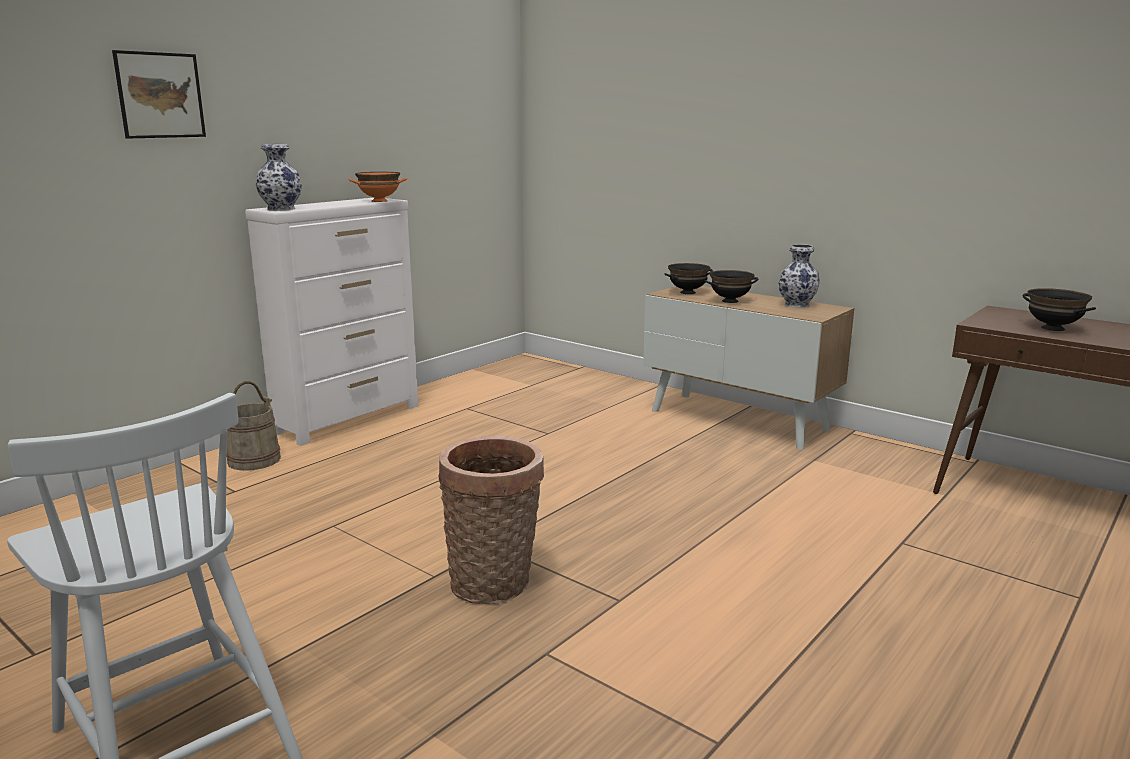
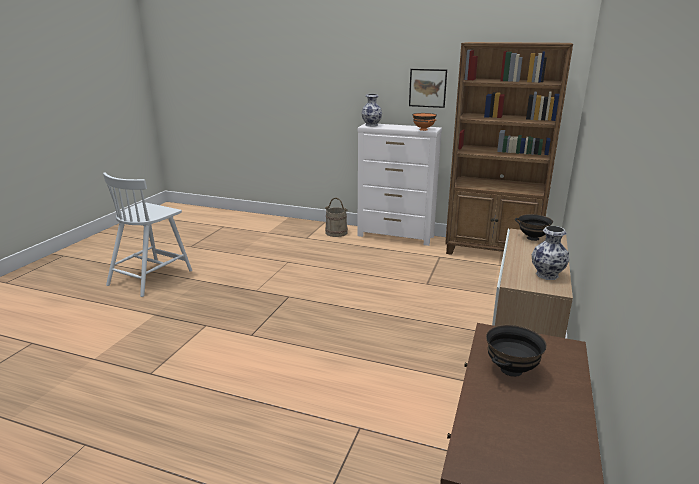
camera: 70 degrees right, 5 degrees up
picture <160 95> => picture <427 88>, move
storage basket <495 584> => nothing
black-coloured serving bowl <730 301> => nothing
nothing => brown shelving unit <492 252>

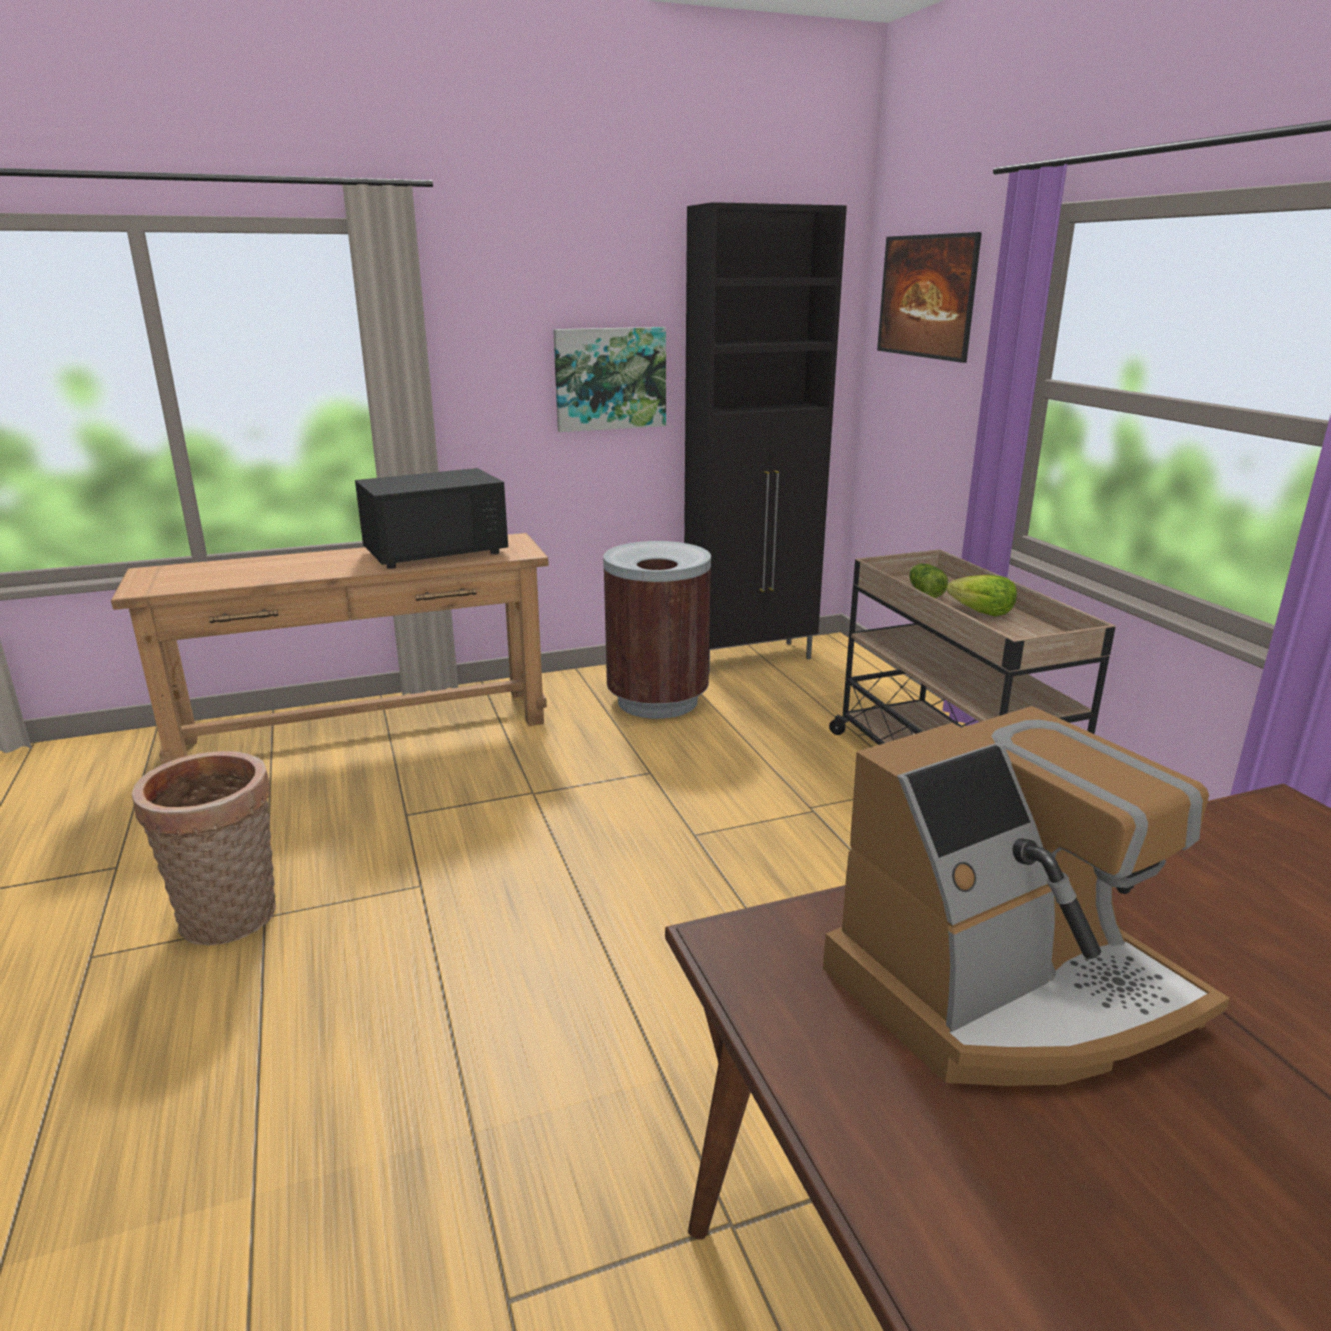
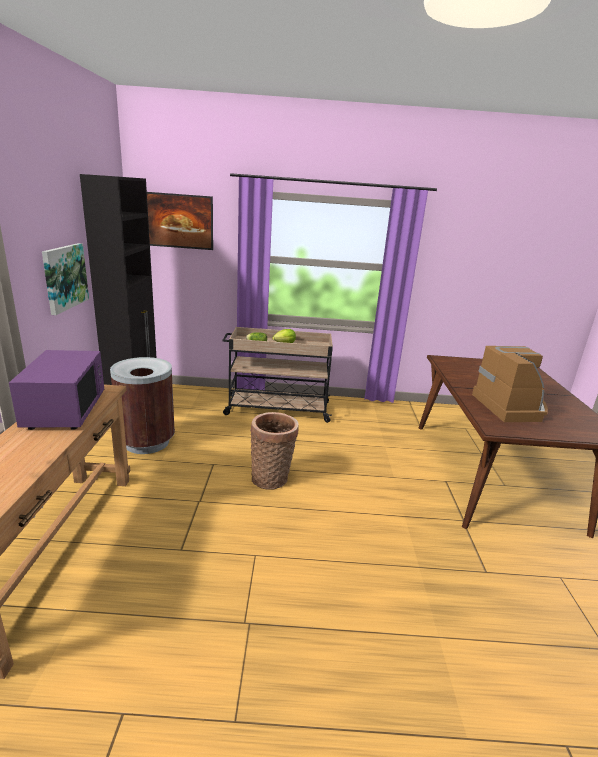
camera: 70 degrees left, 0 degrees up
storage basket <230 920> => storage basket <272 478>, move
black-coloured microwave oven <436 552> => purplish microwave oven <65 410>

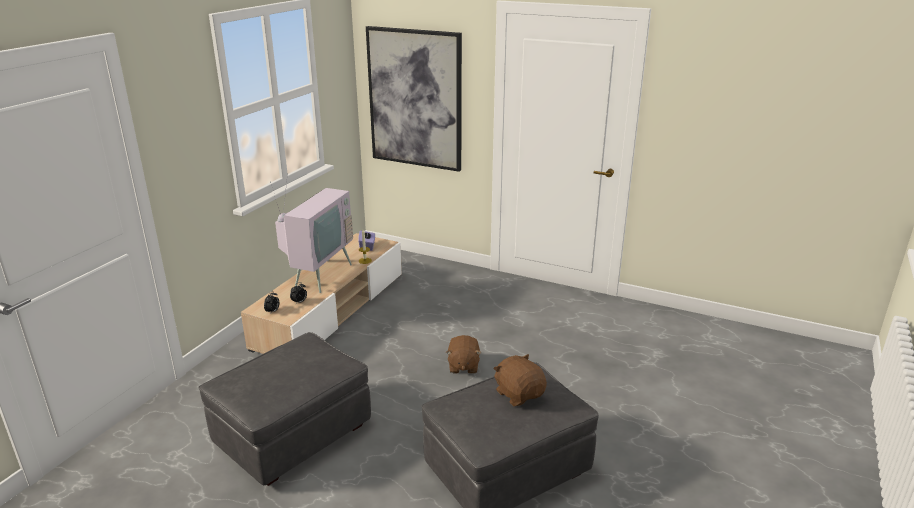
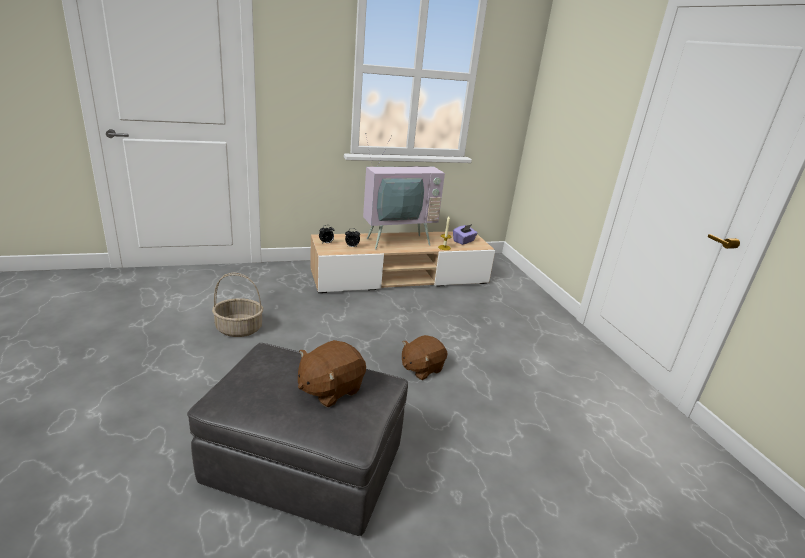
camera: 45 degrees right, 0 degrees up
greyish pouffe <292 435> => storage basket <239 329>
picture <415 99> => nothing
brown plush toy <519 394> => brown plush toy <330 389>, 150 degrees counterclockwise

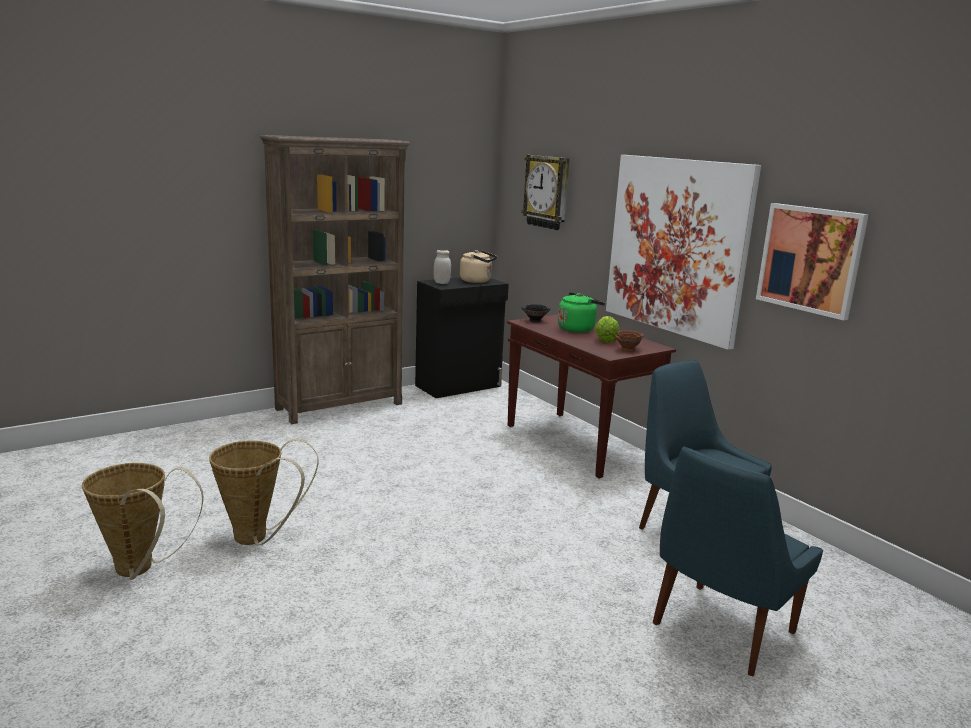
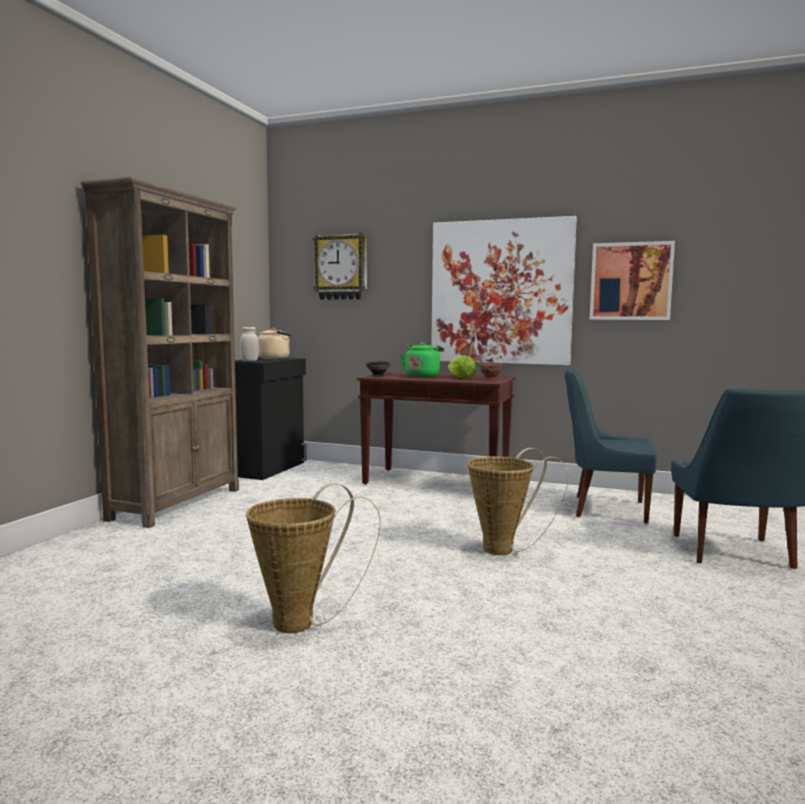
camera: 35 degrees left, 10 degrees down
storage basket <140 571> => storage basket <505 549>, move

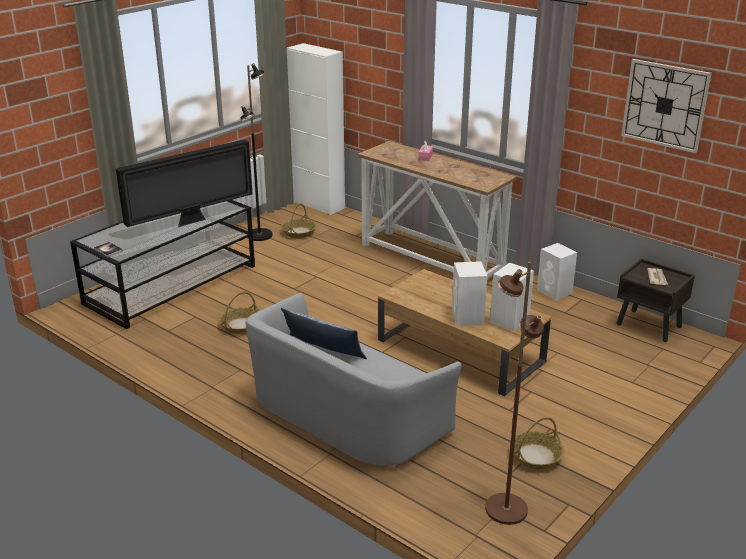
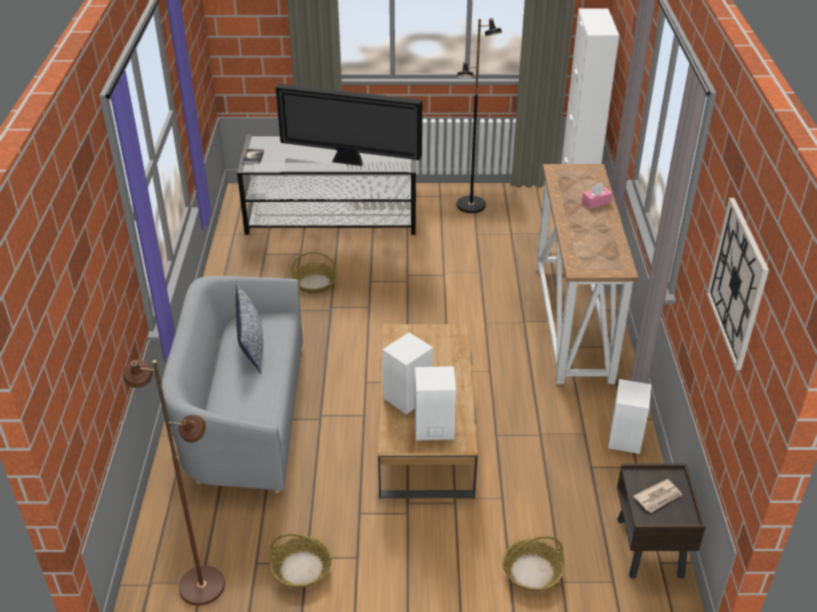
camera: 50 degrees right, 10 degrees up
storage basket <299 232> => storage basket <532 571>, move

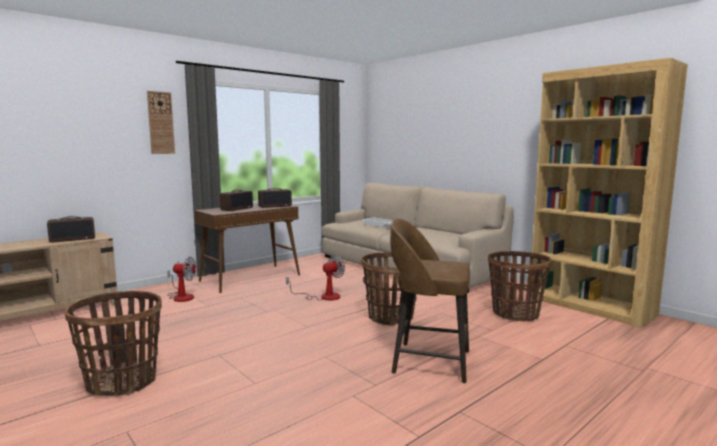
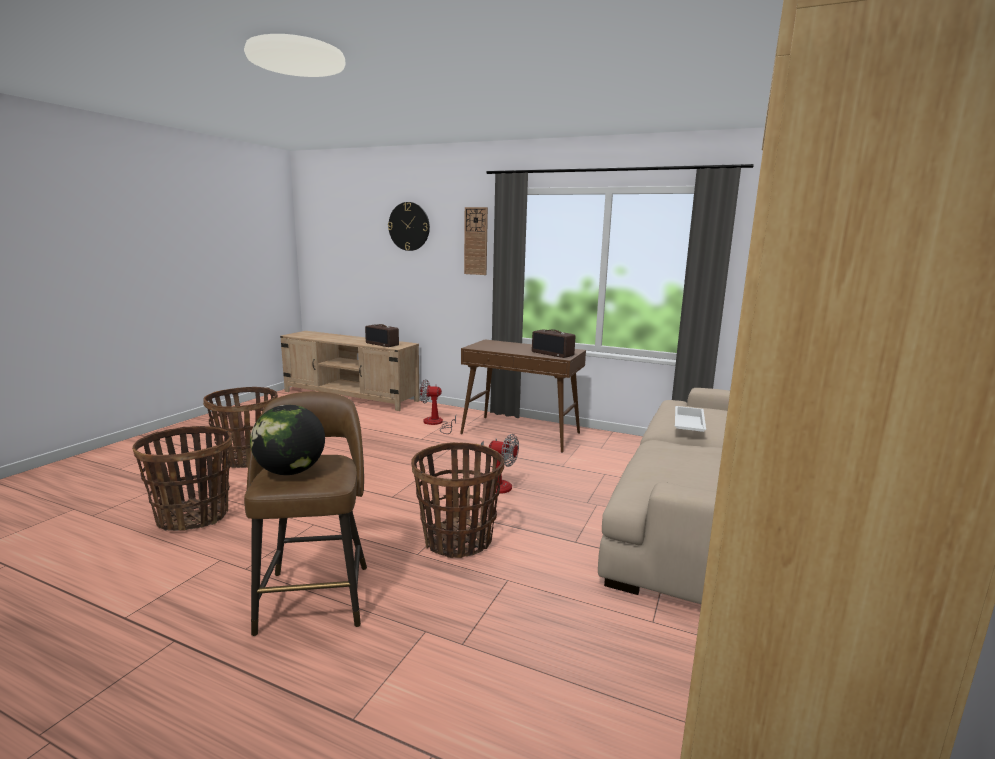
camera: 65 degrees right, 5 degrees up
electric fan <181 296> => electric fan <436 424>, 120 degrees clockwise
radio <237 209> => nothing
storage basket <515 314> => storage basket <193 517>, move
nothing => globe <290 472>
nothing => hanging clock <409 226>

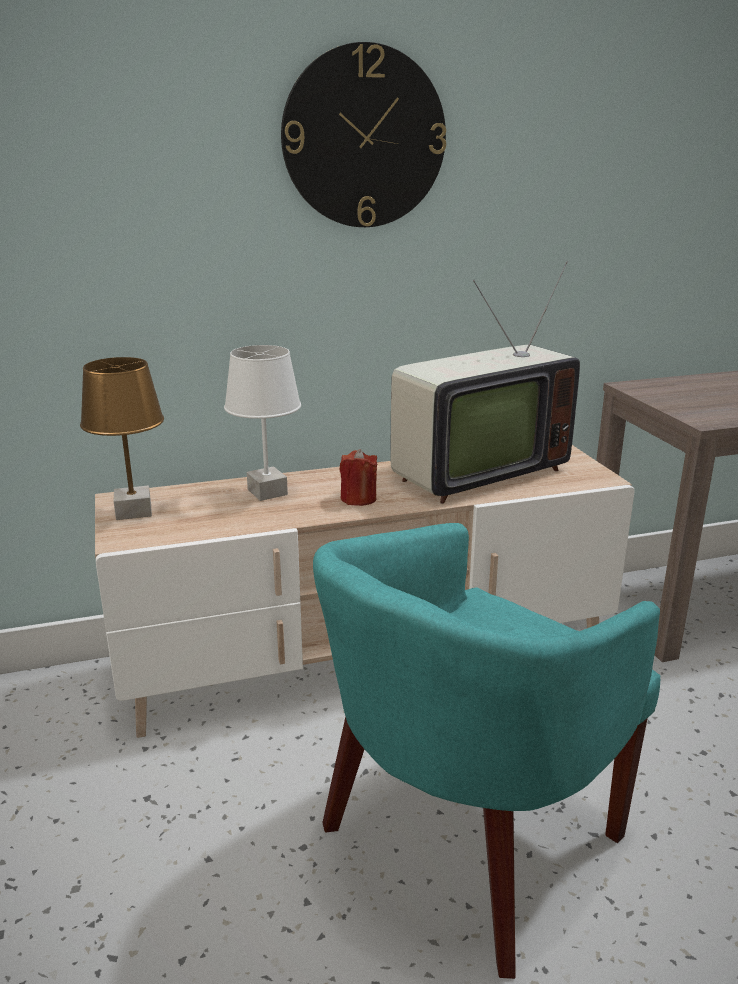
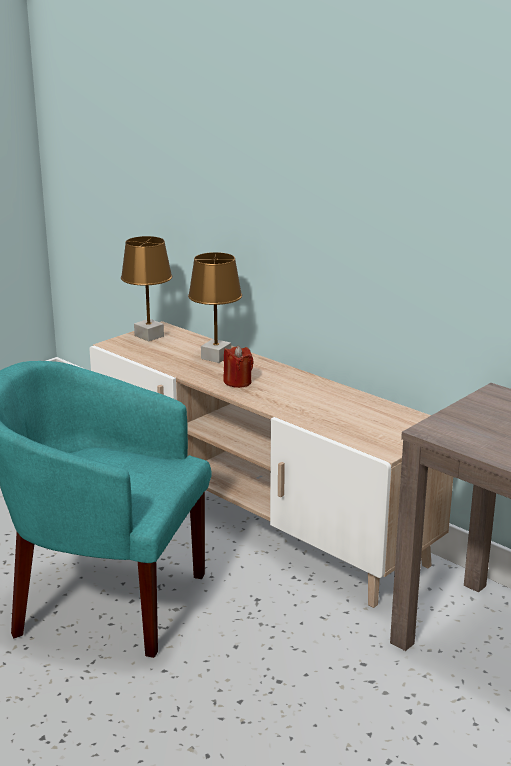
camera: 60 degrees right, 0 degrees up
white tabletop lamp <268 492> => brown tabletop lamp <216 357>
hanging clock <364 138> => nothing
TV <473 473> => nothing

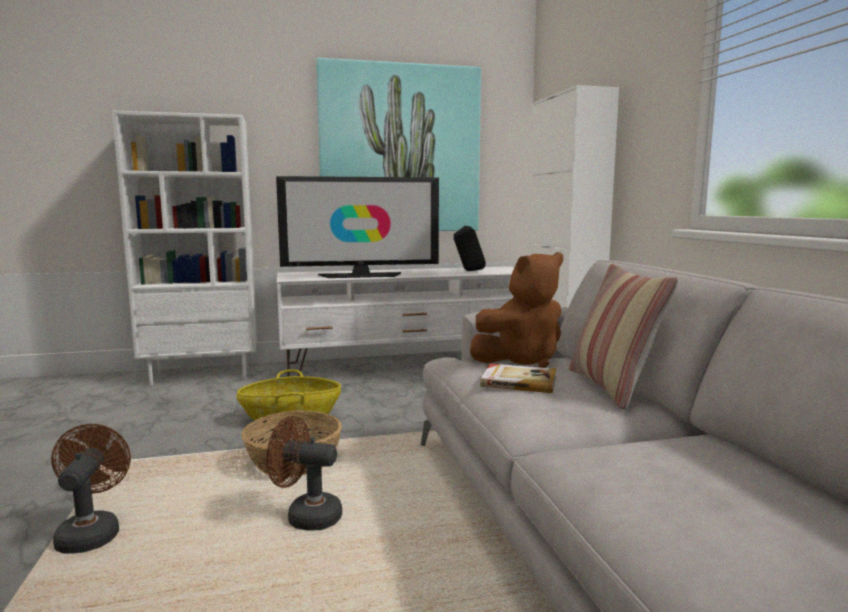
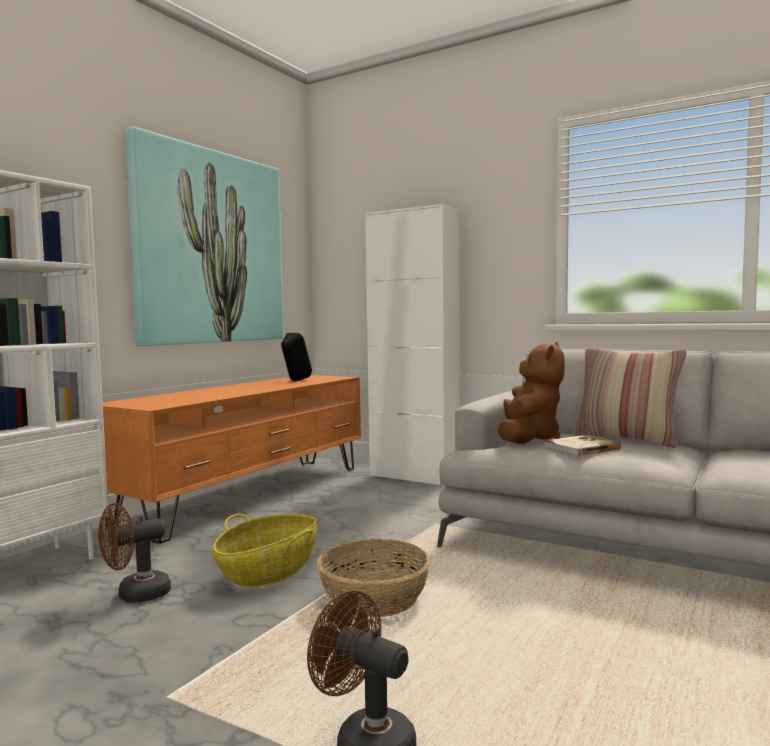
camera: 45 degrees left, 5 degrees down
brown electric fan <306 516> => brown electric fan <135 595>, move
TV <361 275> => nothing
white tv unit <407 364> => orange-coloured tv unit <250 494>

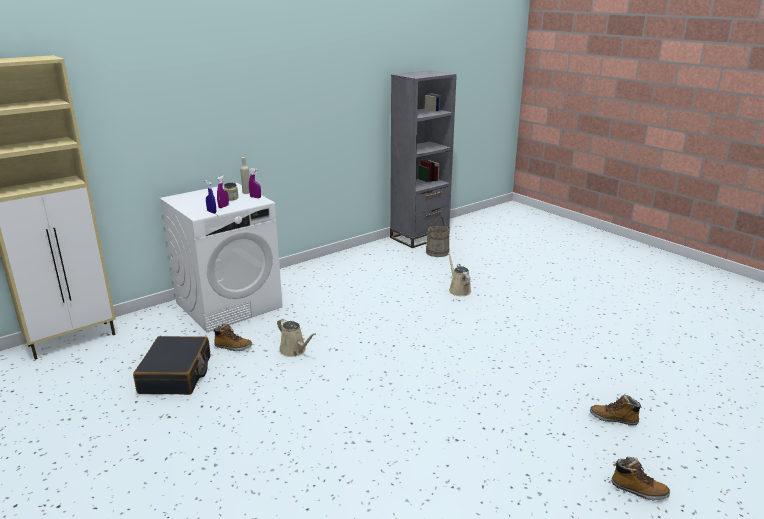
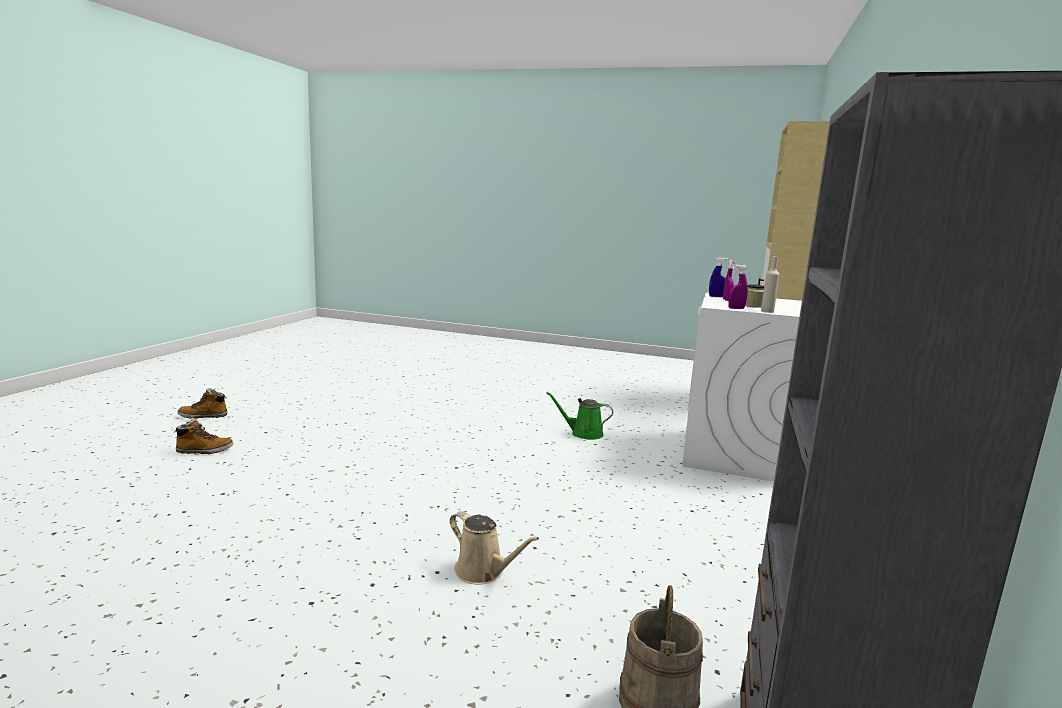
camera: 145 degrees right, 10 degrees down
black-coloured travel case <176 375> => nothing
boot <233 347> => nothing
beige watering pot <294 350> => greenish watering pot <583 434>

